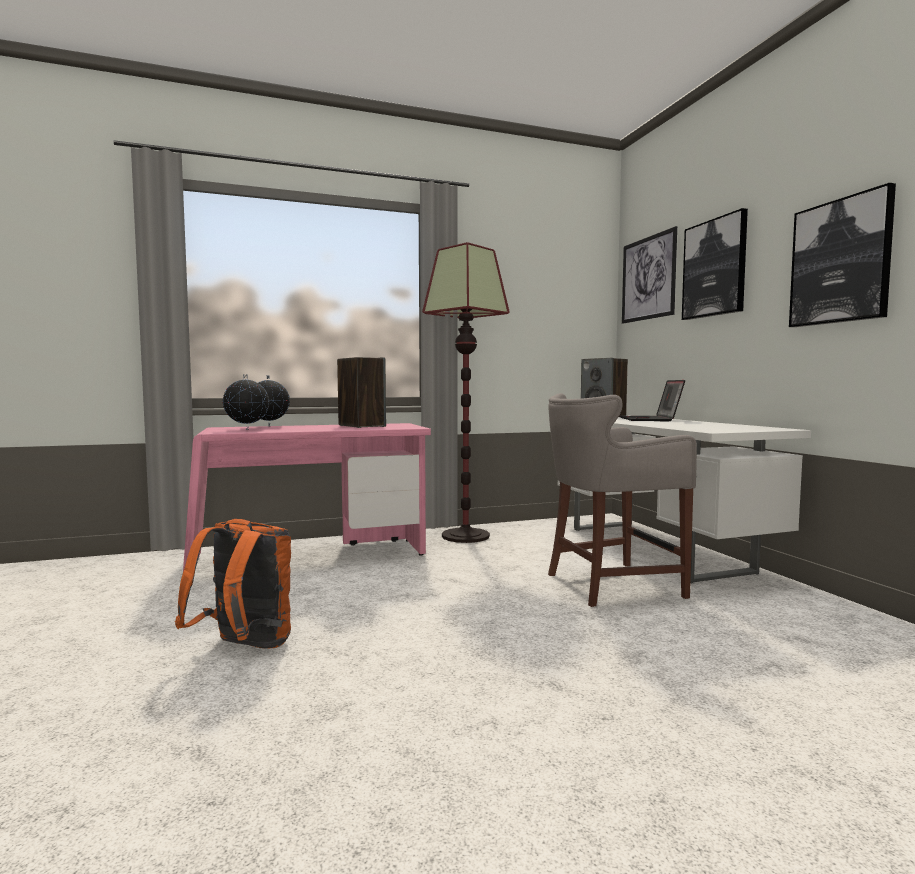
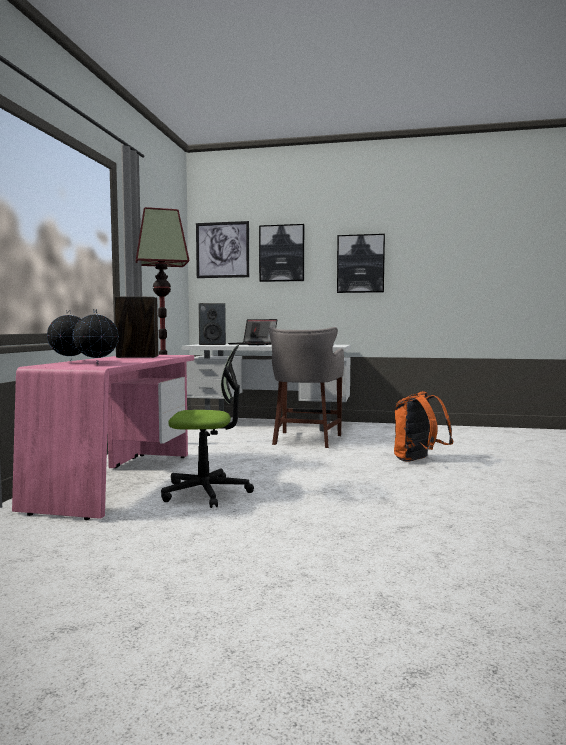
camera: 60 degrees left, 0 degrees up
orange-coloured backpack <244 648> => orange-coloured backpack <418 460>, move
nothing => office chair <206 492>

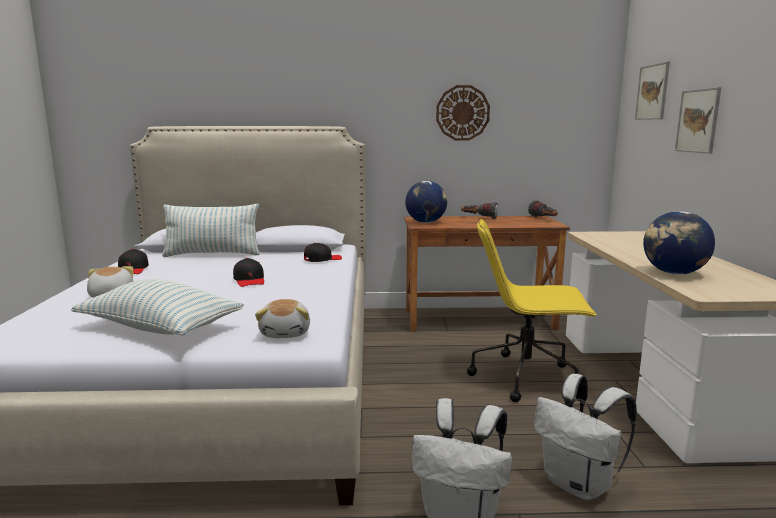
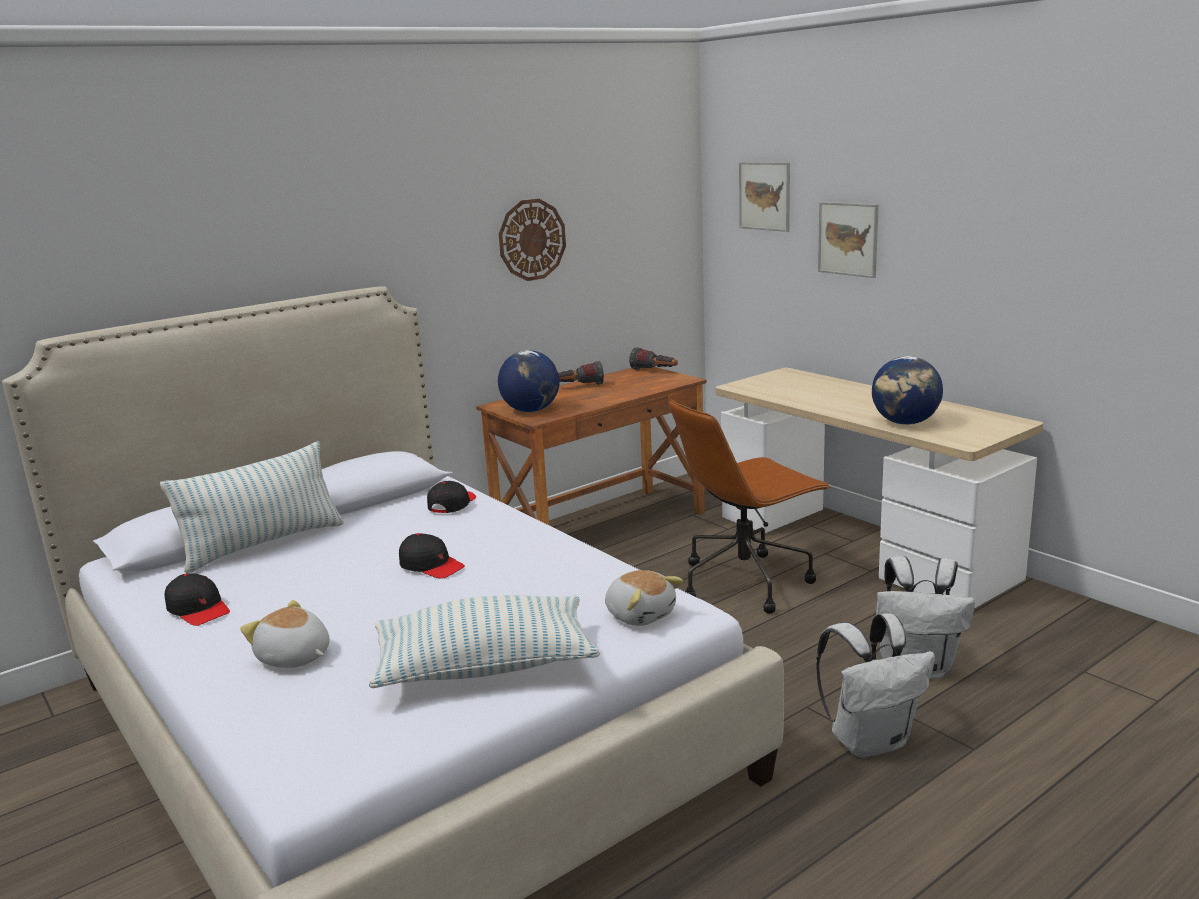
camera: 35 degrees left, 5 degrees up
yellow office chair <526 377> => brown office chair <746 581>

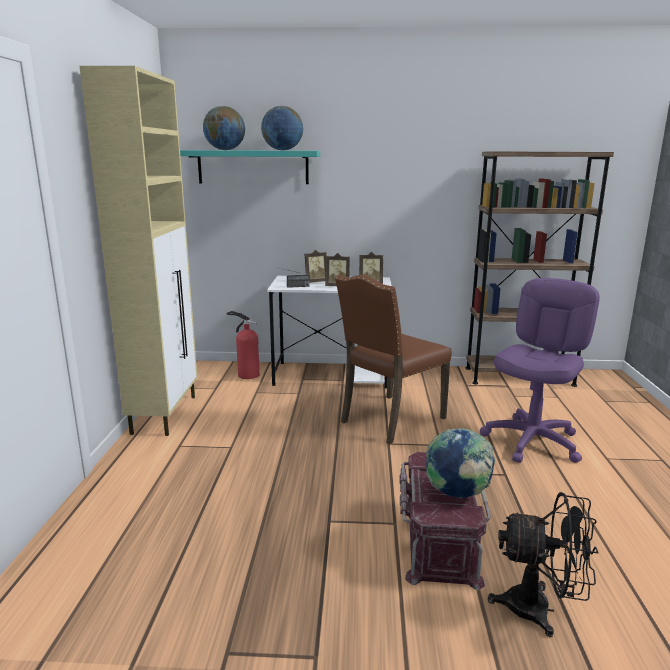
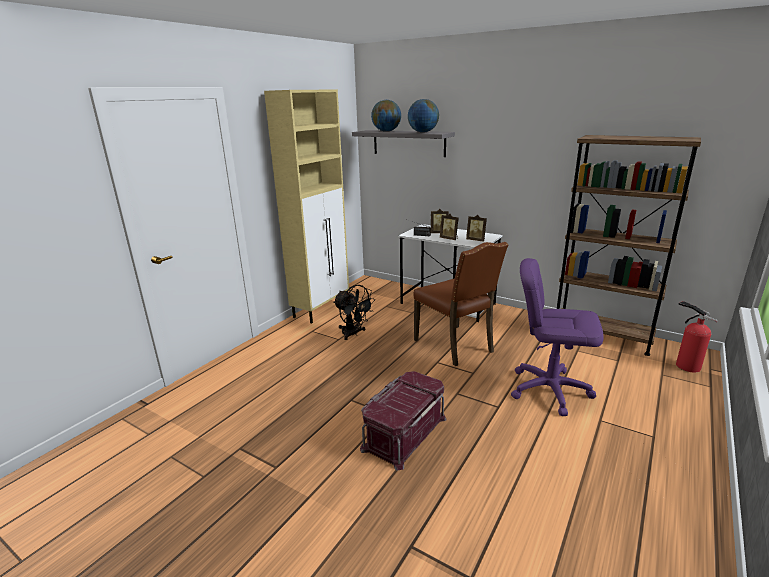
camera: 30 degrees right, 5 degrees up
blue-green bracket shelf <253 167> => greyish bracket shelf <408 143>
fire-fighting cylinder <246 374> => fire-fighting cylinder <685 365>, move
brown plain chair <390 420> => brown plain chair <455 346>, 105 degrees counterclockwise
globe <457 494> => nothing
purplish office chair <532 441> => purplish office chair <549 389>, 135 degrees counterclockwise
black-coloured electric fan <540 609> => black-coloured electric fan <353 334>, move

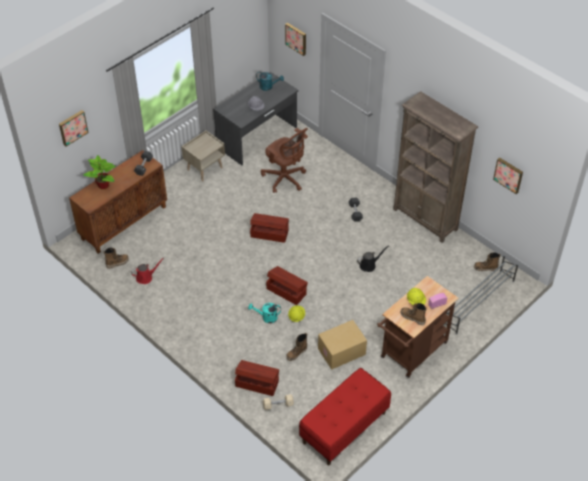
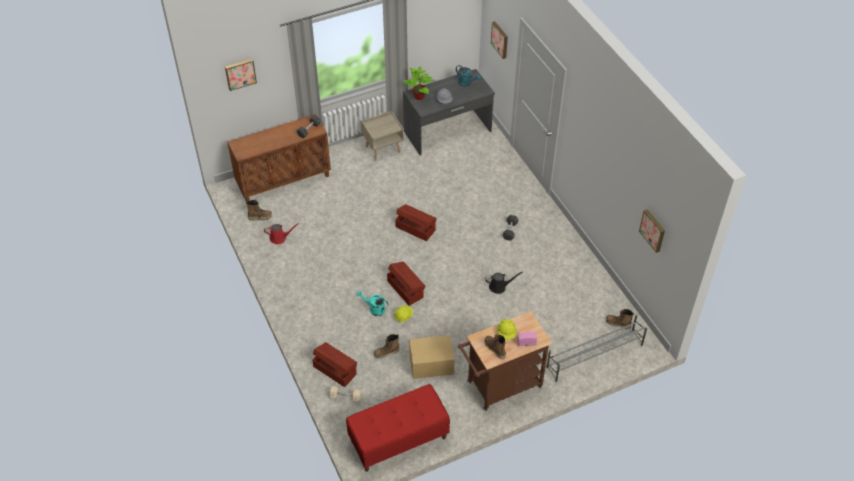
camera: 20 degrees right, 0 degrees up
houseplant <104 185> => houseplant <419 96>, move
brown office chair <285 179> => nothing
brown shelving unit <425 219> => nothing

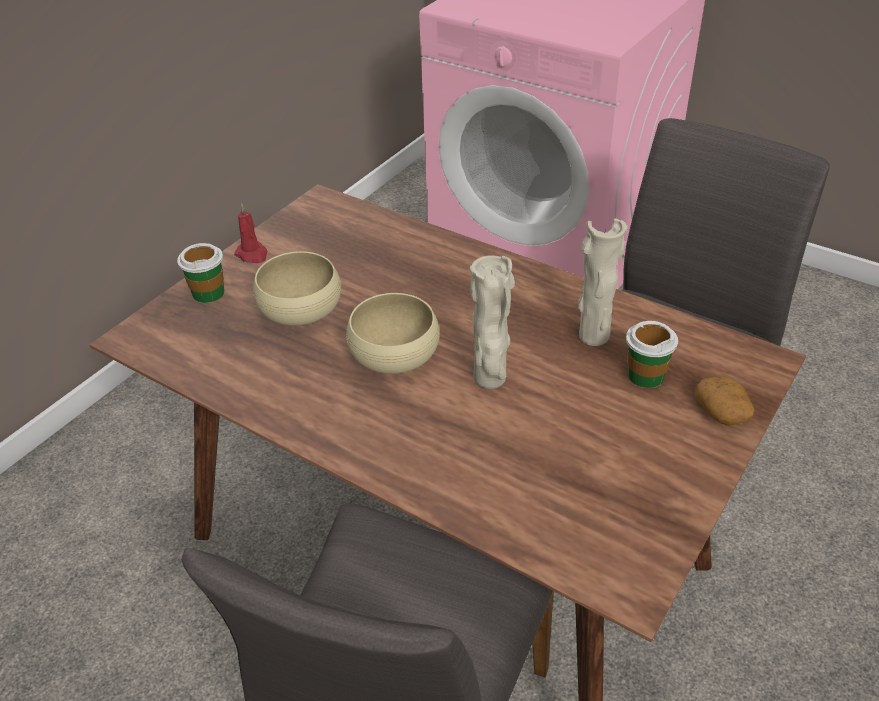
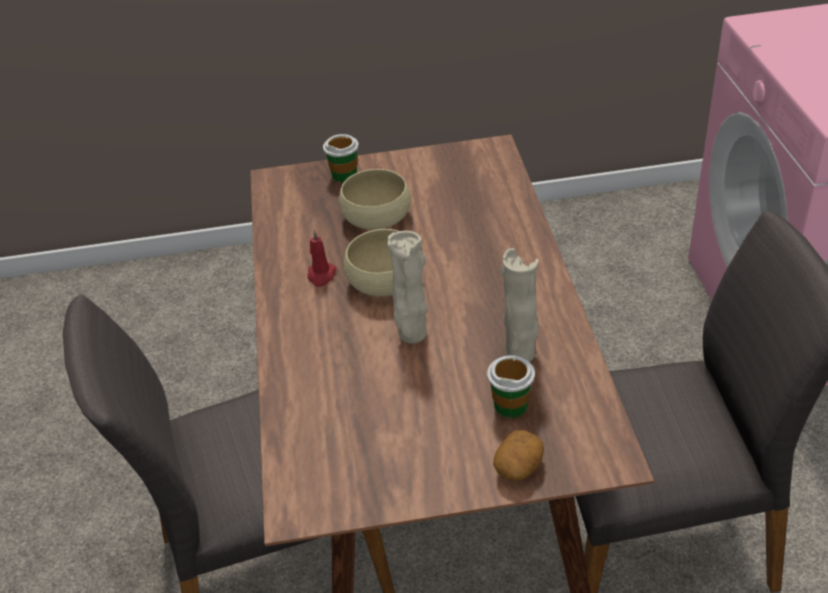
camera: 50 degrees right, 0 degrees up
red-coloured wax candle <252 255> => red-coloured wax candle <321 275>, move

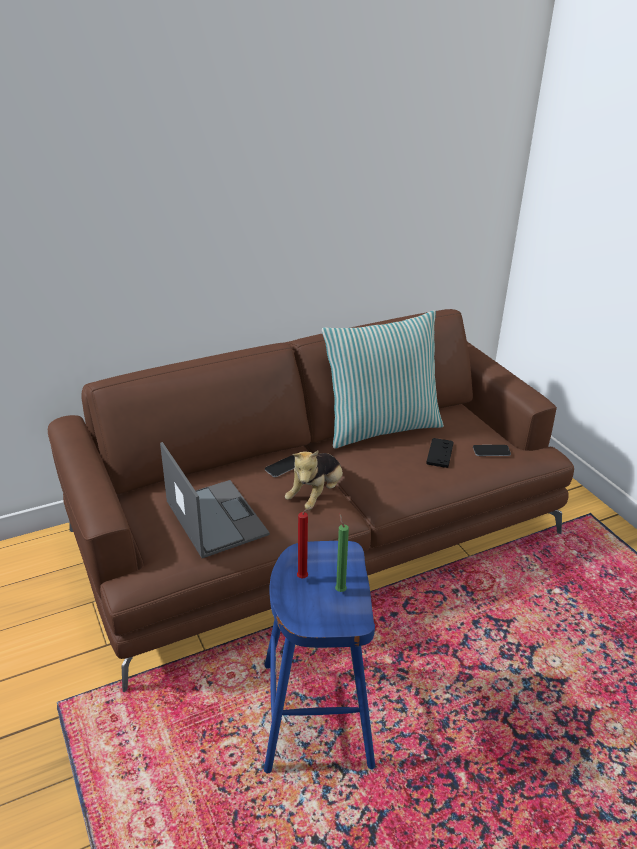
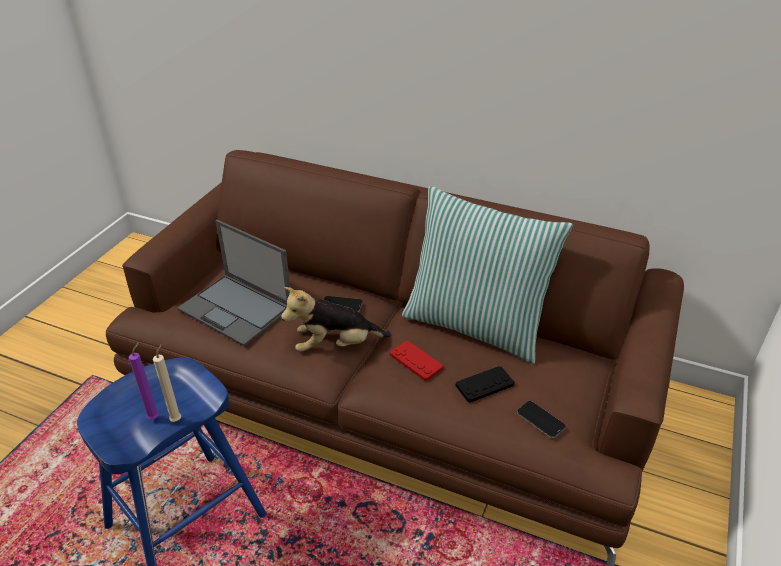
camera: 50 degrees right, 5 degrees up
portable computer <215 517> => portable computer <237 309>, 105 degrees clockwise
red-coloured wax candle <304 578> => nothing
greenish wax candle <340 589> => purplish wax candle <155 417>
nothing => beige wax candle <177 419>
nothing => red-coloured game controller <416 361>

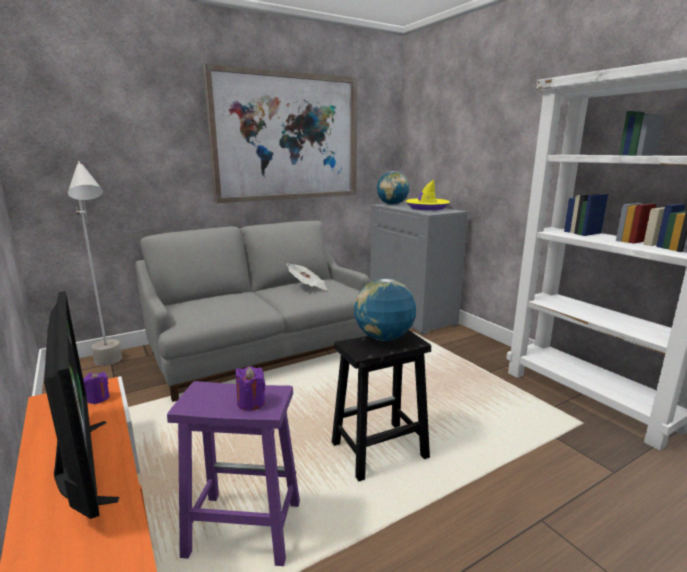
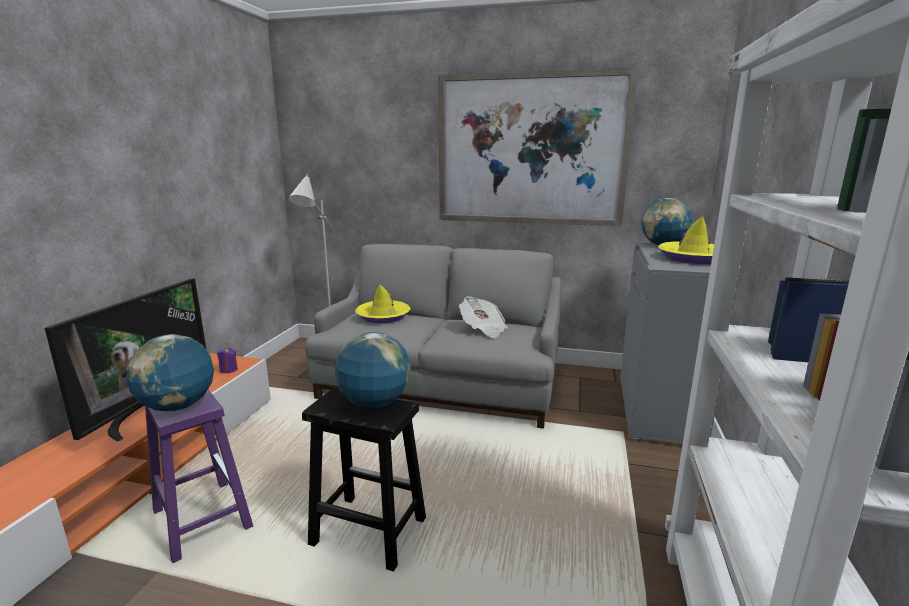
camera: 45 degrees right, 0 degrees up
purplish wax candle <251 402> => globe <178 406>
nothing => yellow hat <383 316>

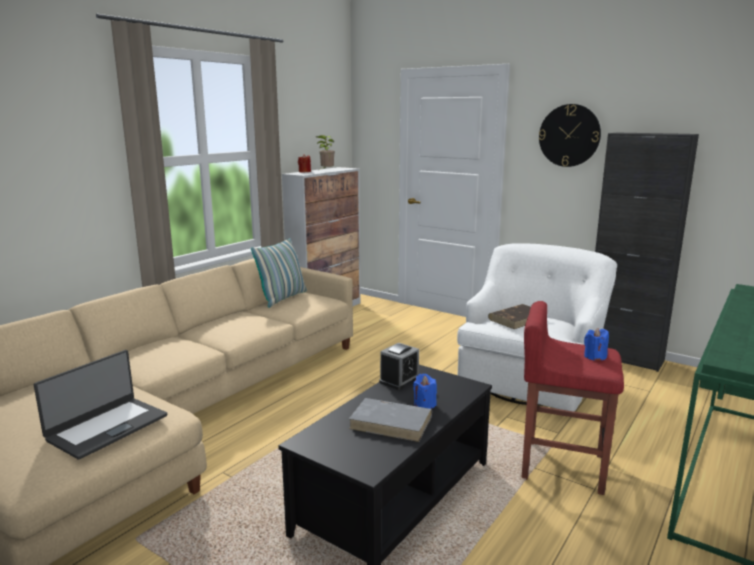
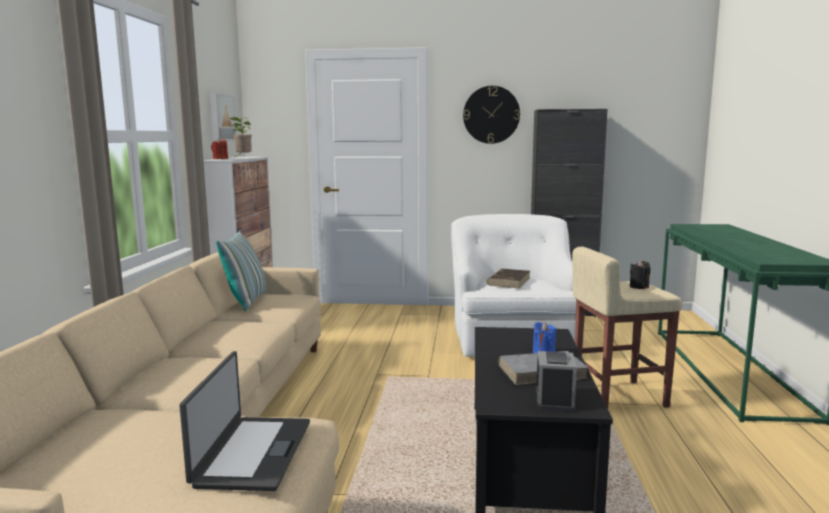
camera: 30 degrees left, 5 degrees down
alarm clock <399 380> => alarm clock <554 400>, move
red-coloured stool <561 466> => beige stool <617 396>
blue wax candle <595 356> => black-coloured wax candle <639 287>
nothing => picture <221 117>

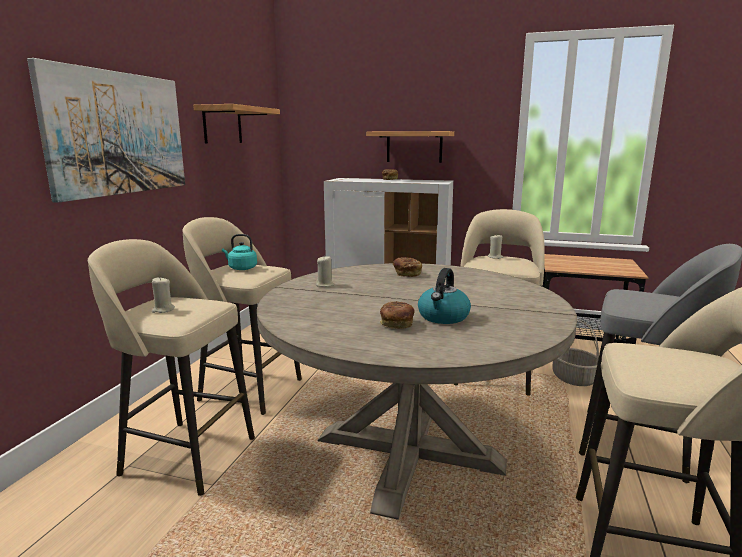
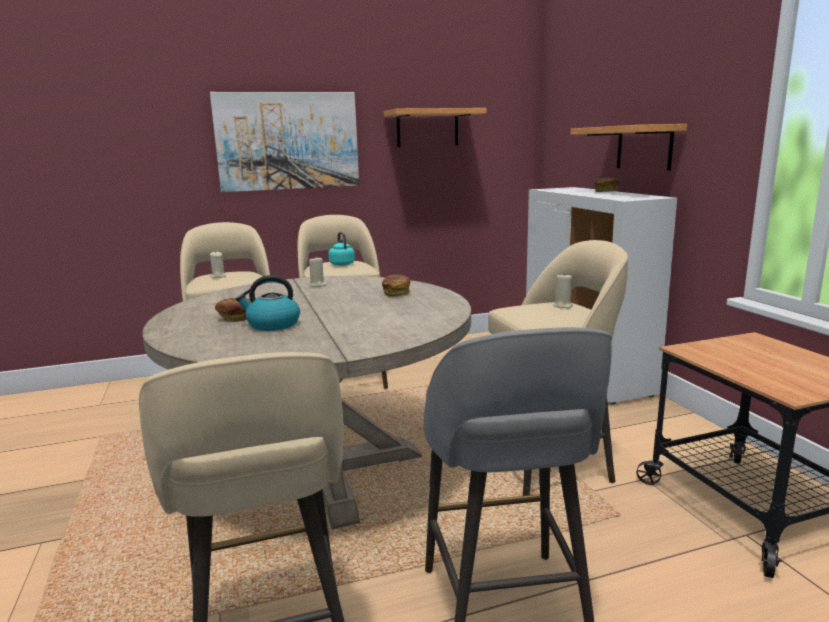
camera: 55 degrees right, 0 degrees up
storage basket <574 378> => nothing

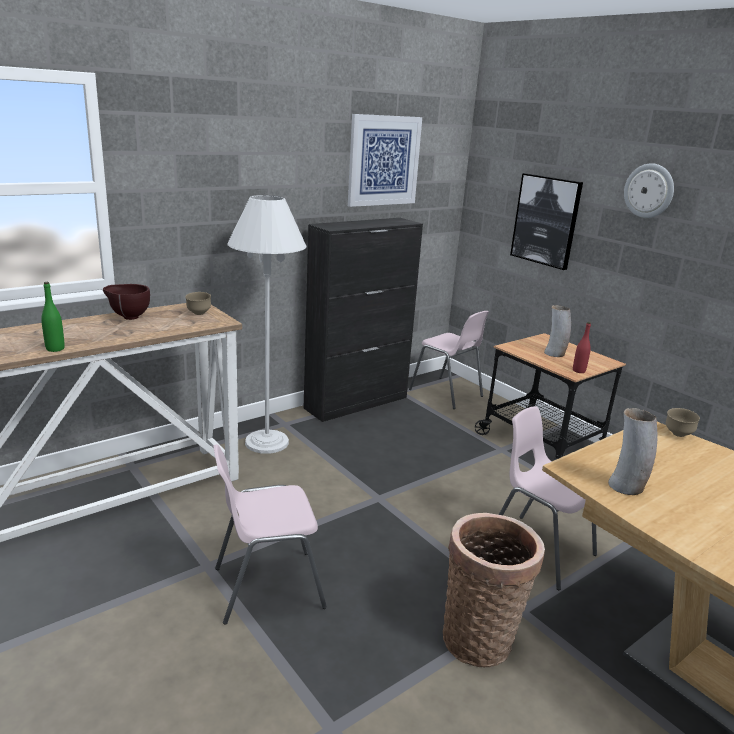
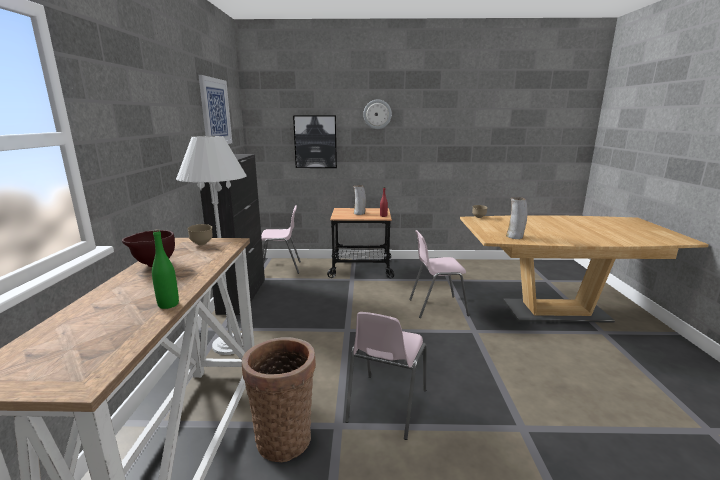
camera: 50 degrees left, 5 degrees down
storage basket <480 637> => storage basket <284 436>, move

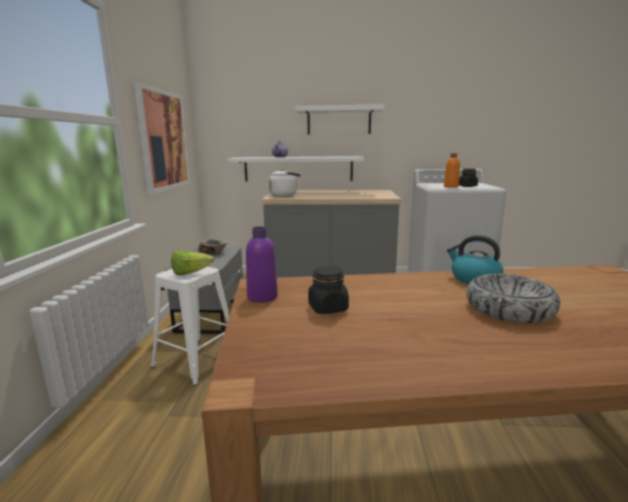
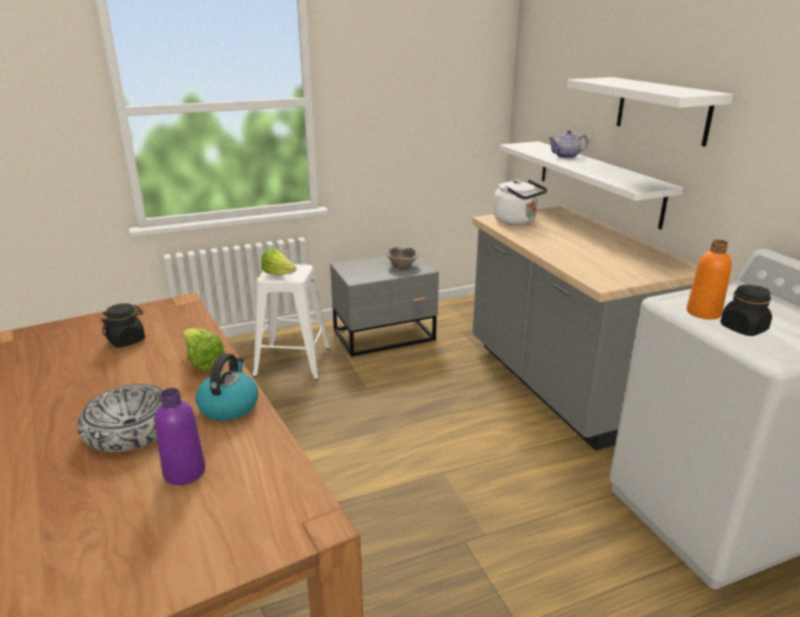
camera: 65 degrees right, 10 degrees up
picture <164 140> => nothing
purplish bottle <262 297> => purplish bottle <184 472>, move
nothing => lettuce head <203 362>

